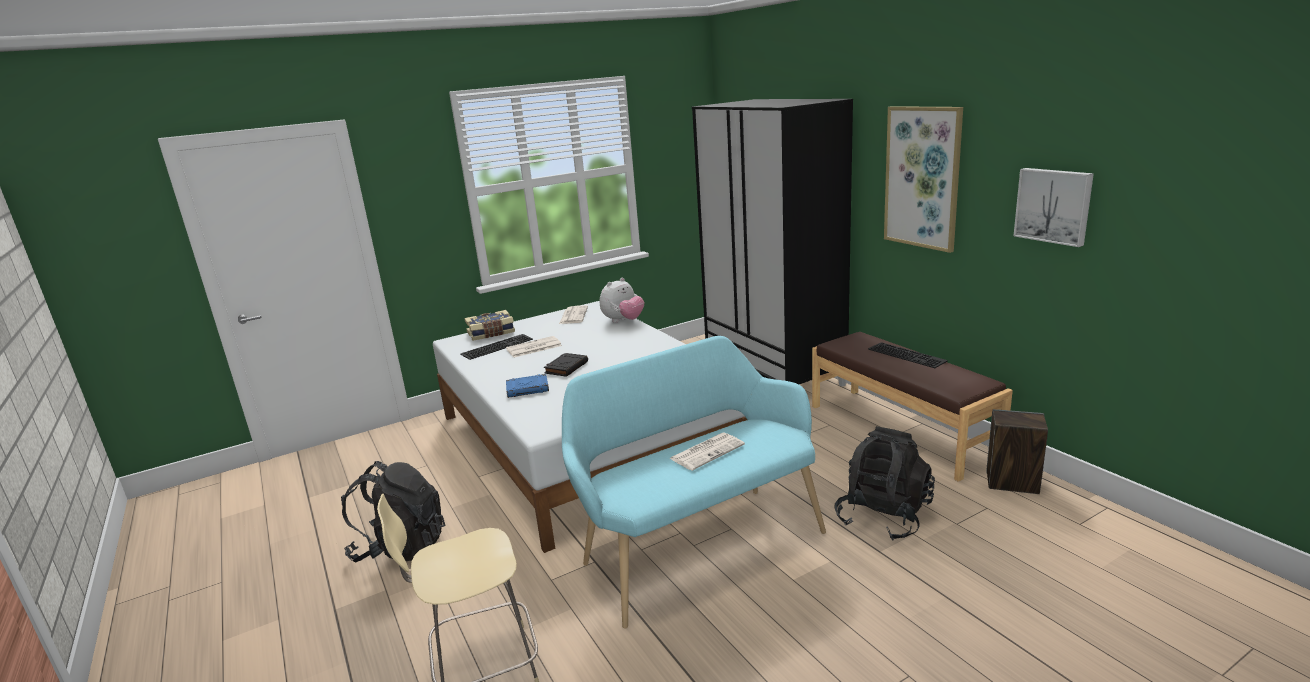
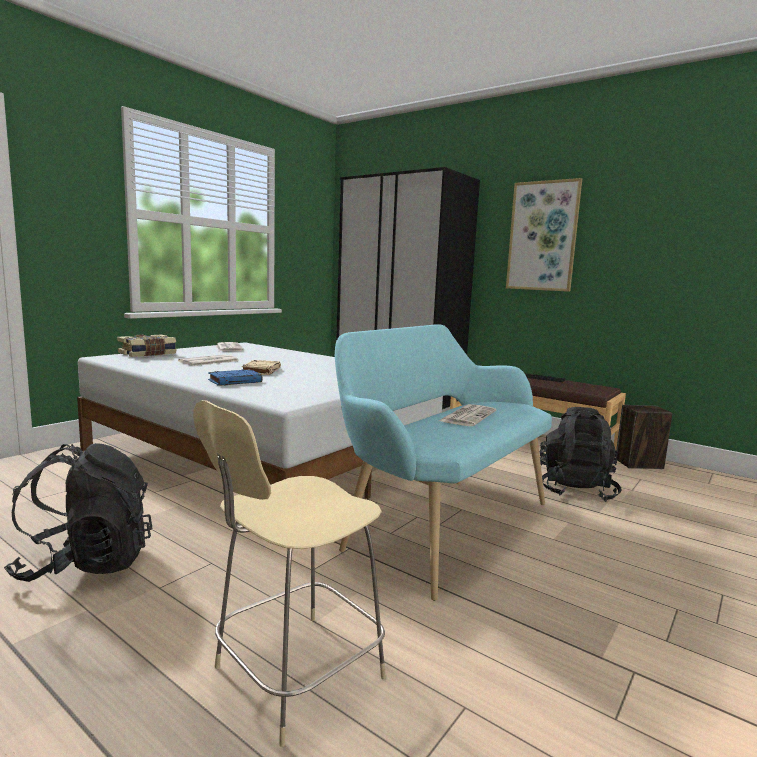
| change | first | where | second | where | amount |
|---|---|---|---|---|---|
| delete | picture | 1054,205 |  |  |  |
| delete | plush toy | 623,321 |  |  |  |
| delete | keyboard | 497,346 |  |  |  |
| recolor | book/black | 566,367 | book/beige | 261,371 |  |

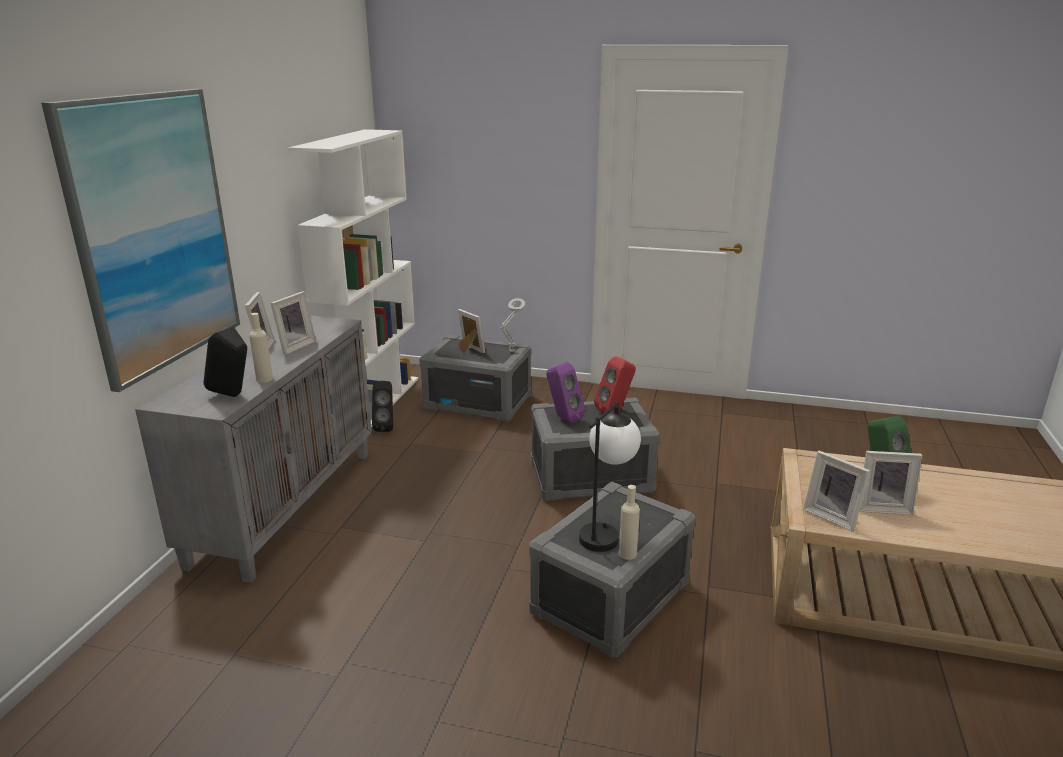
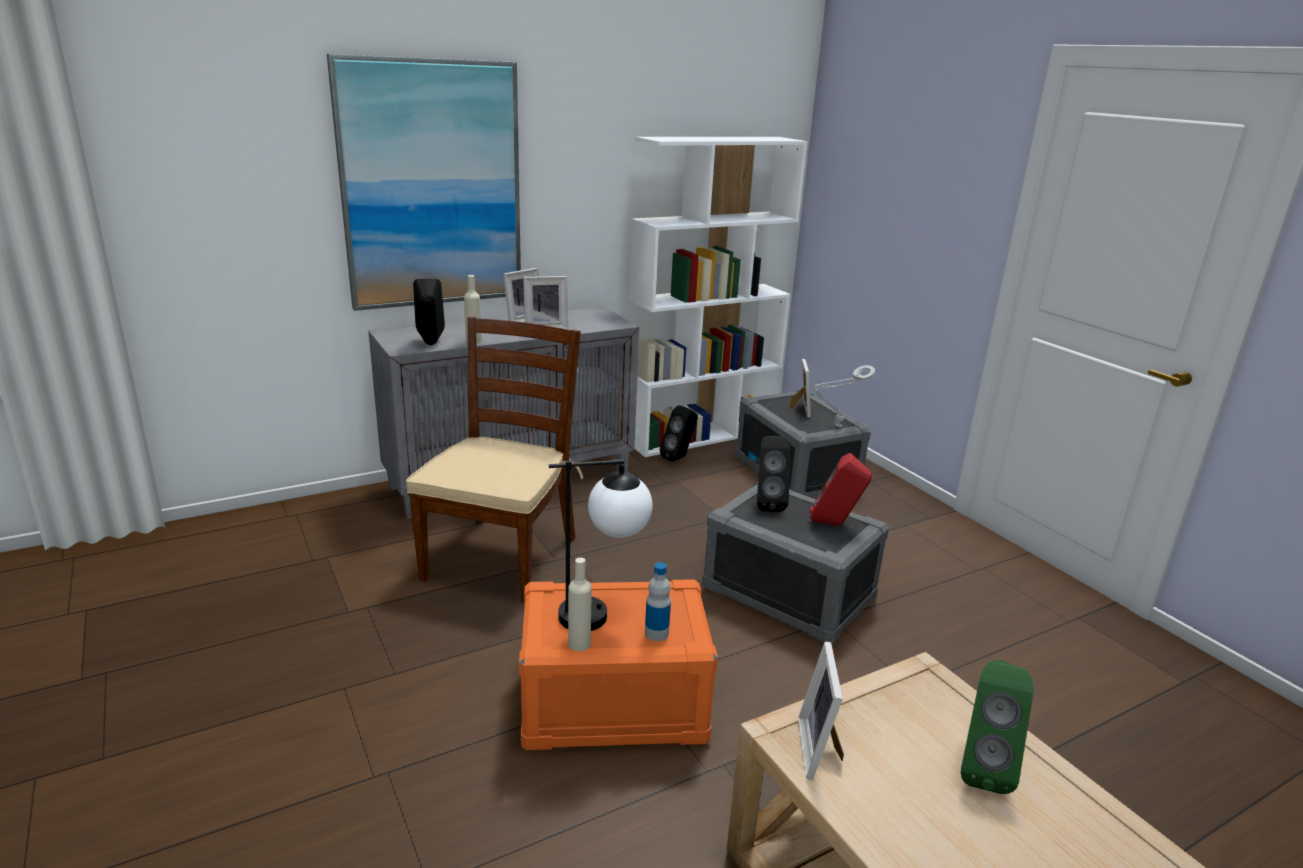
| change | first | where | second | where | amount |
|---|---|---|---|---|---|
| recolor | speaker/purple | 563,418 | speaker/black | 768,504 |  |
| delete | picture frame | 882,507 |  |  |  |
| recolor | storage box/grey | 611,598 | storage box/orange | 612,704 |  |
| insert |  |  | chair/brown | 501,557 |  |
| insert |  |  | bottle | 656,633 |  |

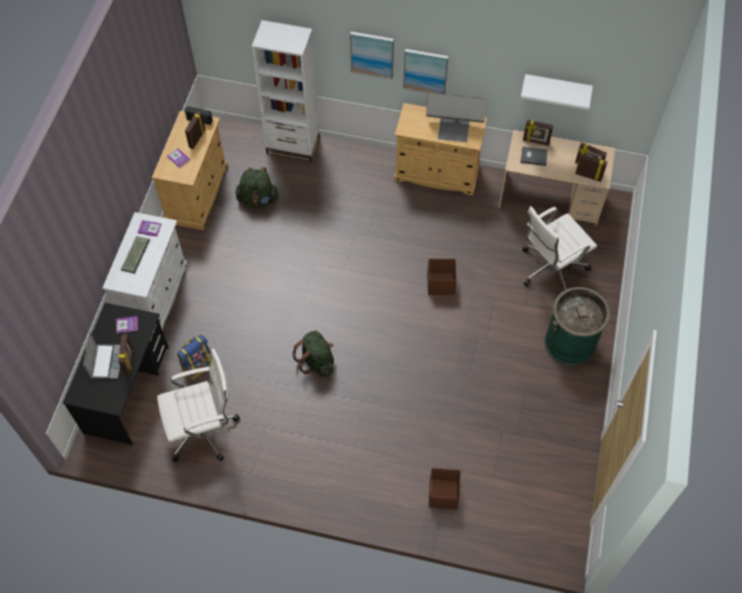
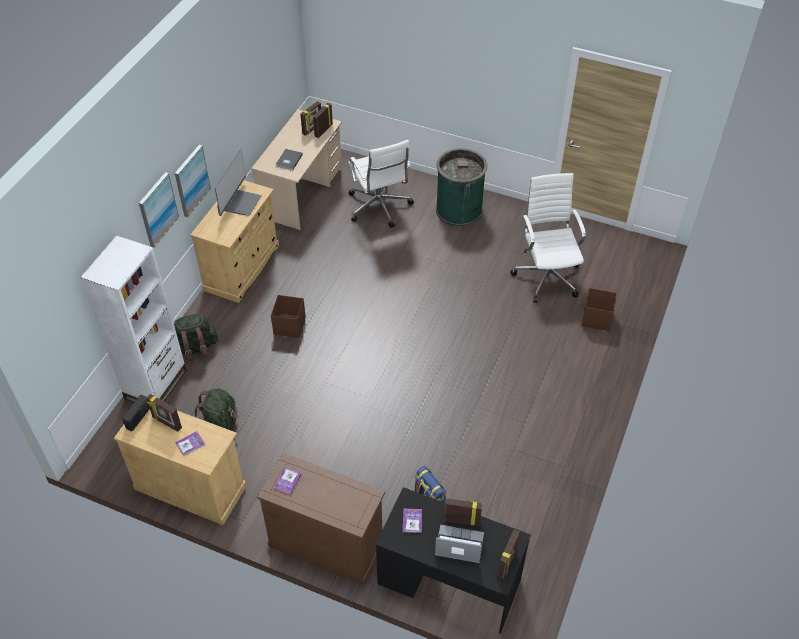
| change | first | where | second | where | amount |
|---|---|---|---|---|---|
| delete | shelf/white | 557,87 |  |  |  |
| move | picture frame | 536,141 |  | 507,563 |  |
| recolor | cabinet/white | 155,296 | cabinet/brown | 326,544 |  |
| delete | keyboard | 135,254 |  |  |  |
| move | storage box/brown | 441,284 |  | 290,325 |  |
| move | backpack/green | 316,361 |  | 195,348 |  |
| move | office chair/white | 203,430 |  | 547,275 |  |

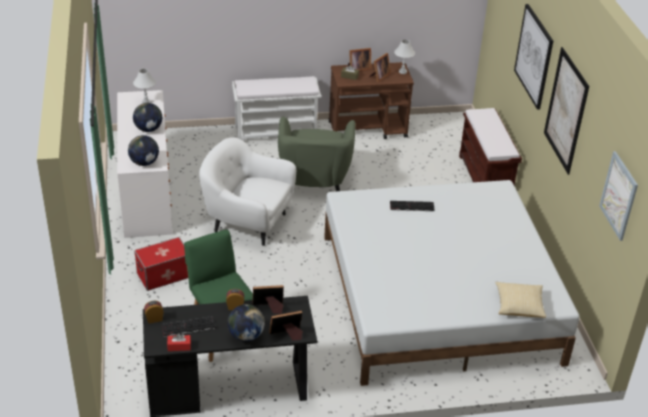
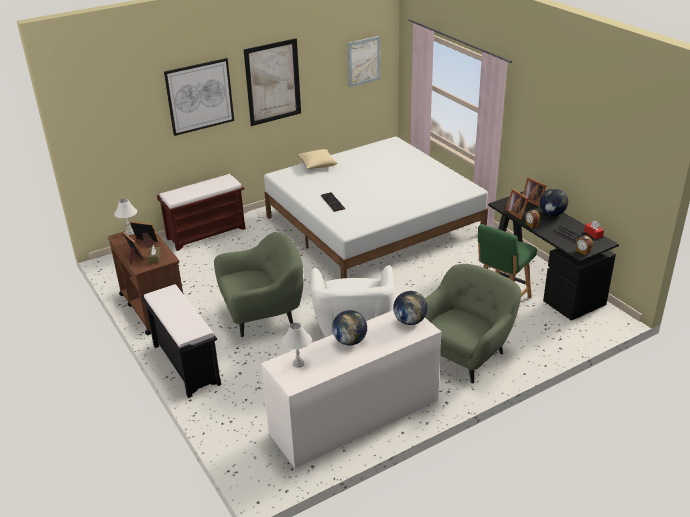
| change | first | where | second | where | amount |
|---|---|---|---|---|---|
| recolor | bench/white | 276,131 | bench/black | 185,364 |  |
| replace | storage box | 164,275 | armchair/green | 465,354 |  |
| move | pillow | 519,306 |  | 317,165 |  |

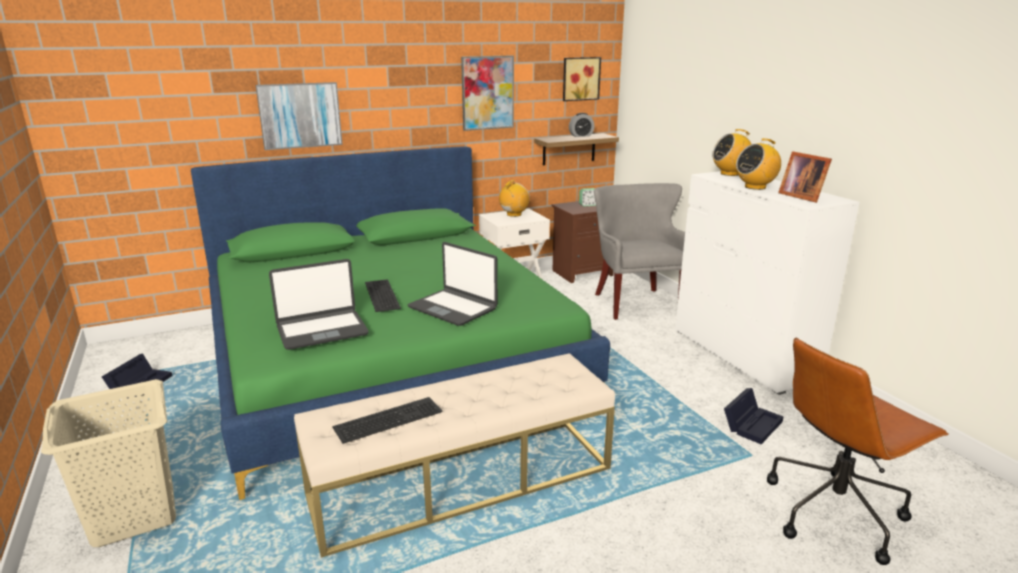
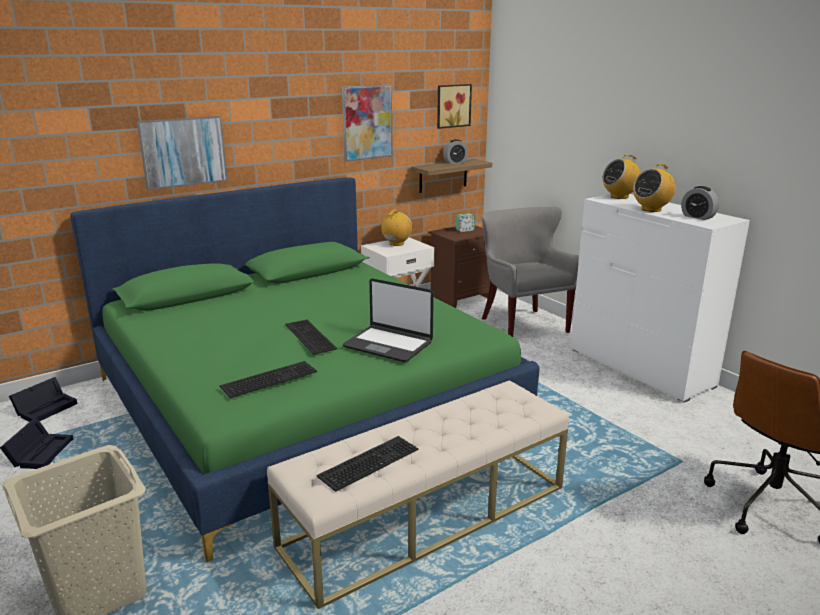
| change | first | where | second | where | amount |
|---|---|---|---|---|---|
| replace | picture frame | 801,196 | alarm clock | 697,217 |  |
| replace | laptop | 322,330 | keyboard | 269,378 |  |
| move | storage box/black | 752,424 |  | 46,407 |  |

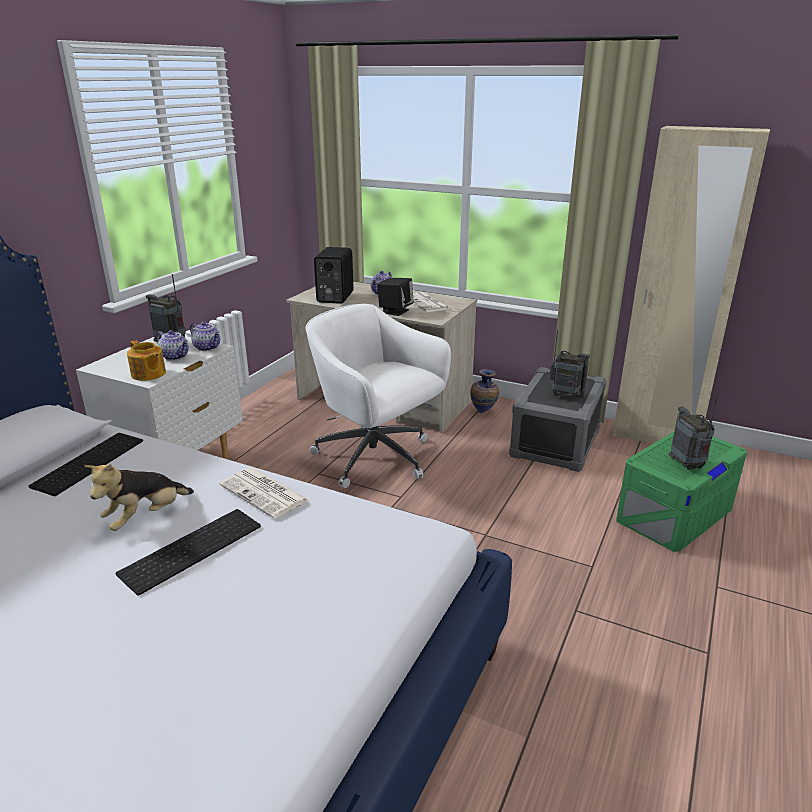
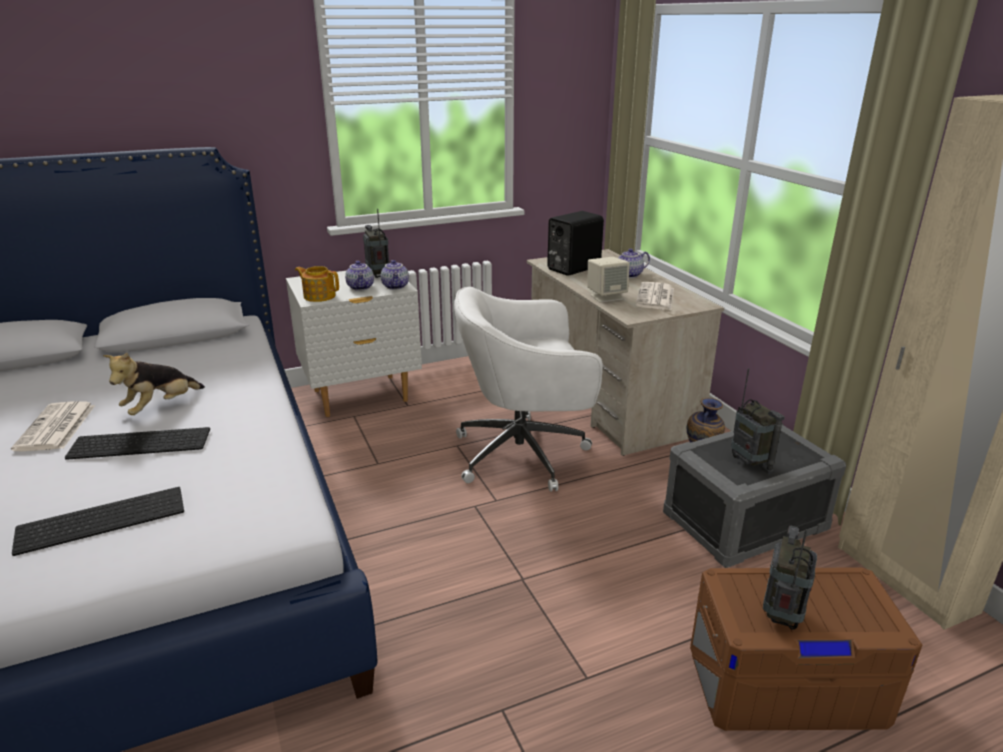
| change | first | where | second | where | amount |
|---|---|---|---|---|---|
| recolor | speaker/black | 395,311 | speaker/beige | 606,297 |  |
| rotate | office chair/white | 376,458 |  | 524,453 | 90 degrees counterclockwise |
| rotate | teapot | 148,374 |  | 319,296 | 120 degrees clockwise |
| recolor | storage box/green | 674,513 | storage box/brown | 786,683 |  |
| move | keyboard | 88,462 |  | 103,518 |  |
| rotate | plush toy | 146,517 |  | 161,407 | 45 degrees counterclockwise |
| move | newspaper | 265,493 |  | 56,428 |  |

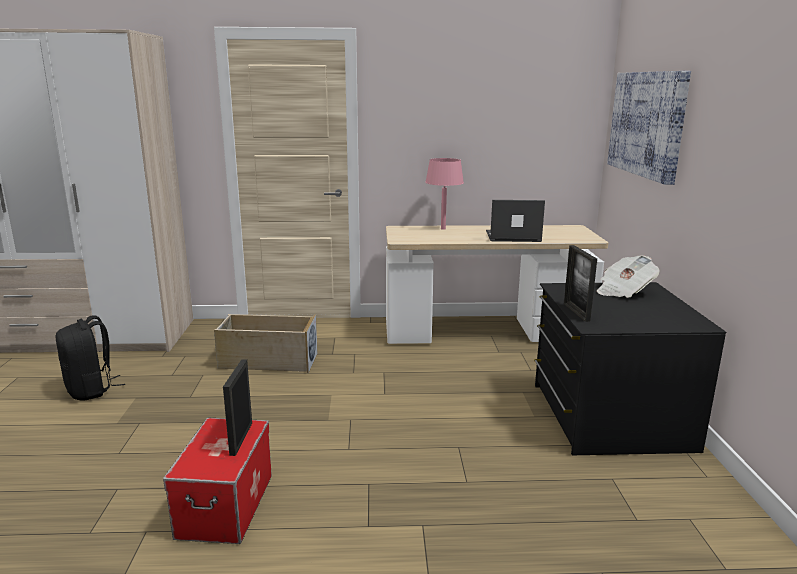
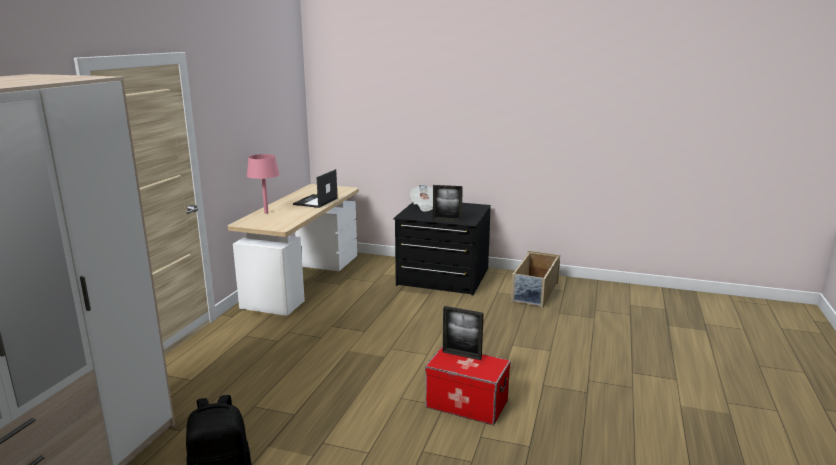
| change | first | where | second | where | amount |
|---|---|---|---|---|---|
| delete | picture | 648,124 |  |  |  |
| move | storage box/beige | 268,361 |  | 534,293 |  |

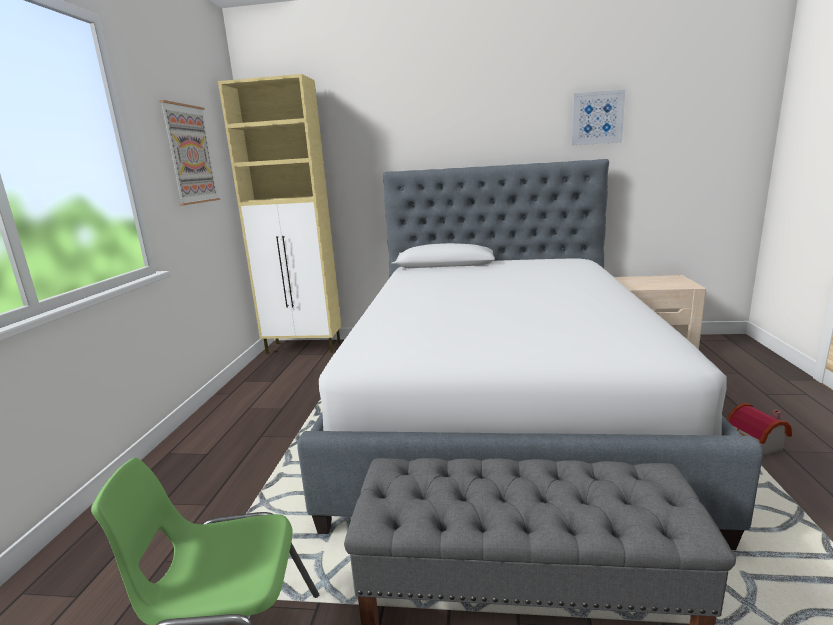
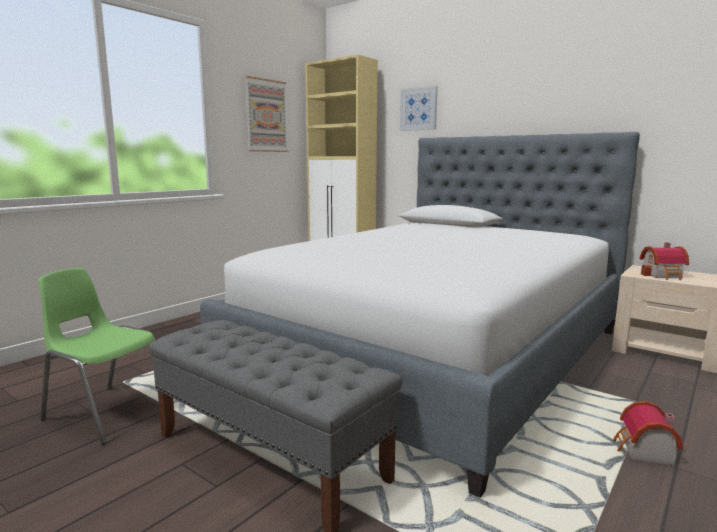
| change | first | where | second | where | amount |
|---|---|---|---|---|---|
| move | picture | 597,118 |  | 418,109 |  |
| insert |  |  | toy house | 663,275 |  |

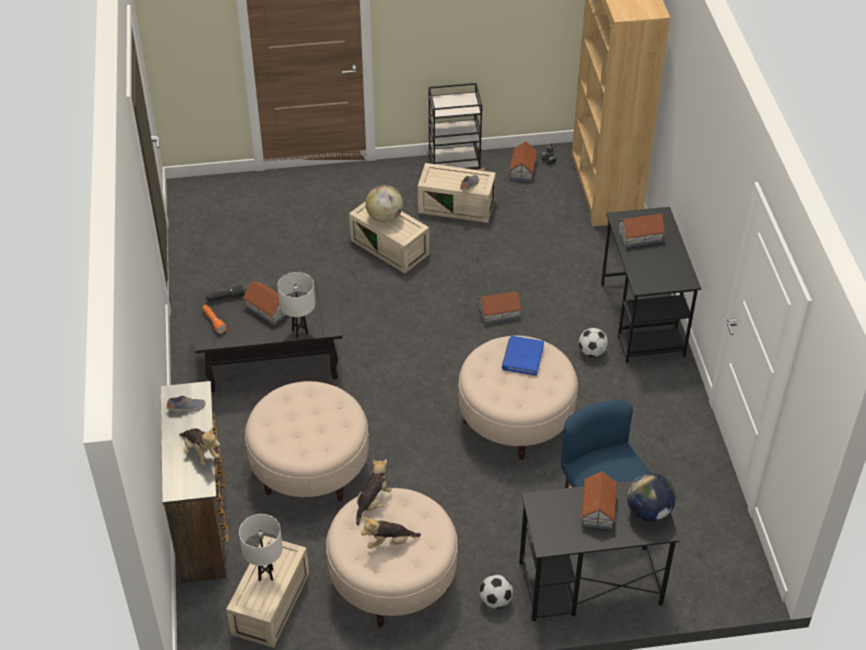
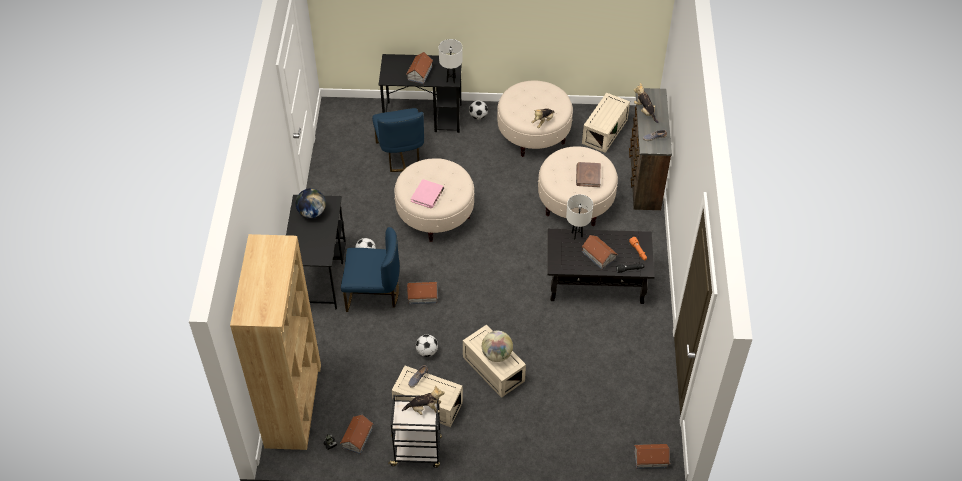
| change | first | where | second | where | amount |
|---|---|---|---|---|---|
| move | toy house | 640,236 |  | 650,459 |  |
| recolor | book/blue | 522,357 | book/pink | 427,195 |  |
| move | globe | 648,511 |  | 312,213 |  |
| move | table lamp/white | 266,575 |  | 451,80 |  |
| move | plush toy | 389,542 |  | 424,409 |  |
| insert |  |  | book/brown | 588,176 |  |
| insert |  |  | chair/blue | 373,293 |  |
| insert |  |  | football | 427,352 |  |

